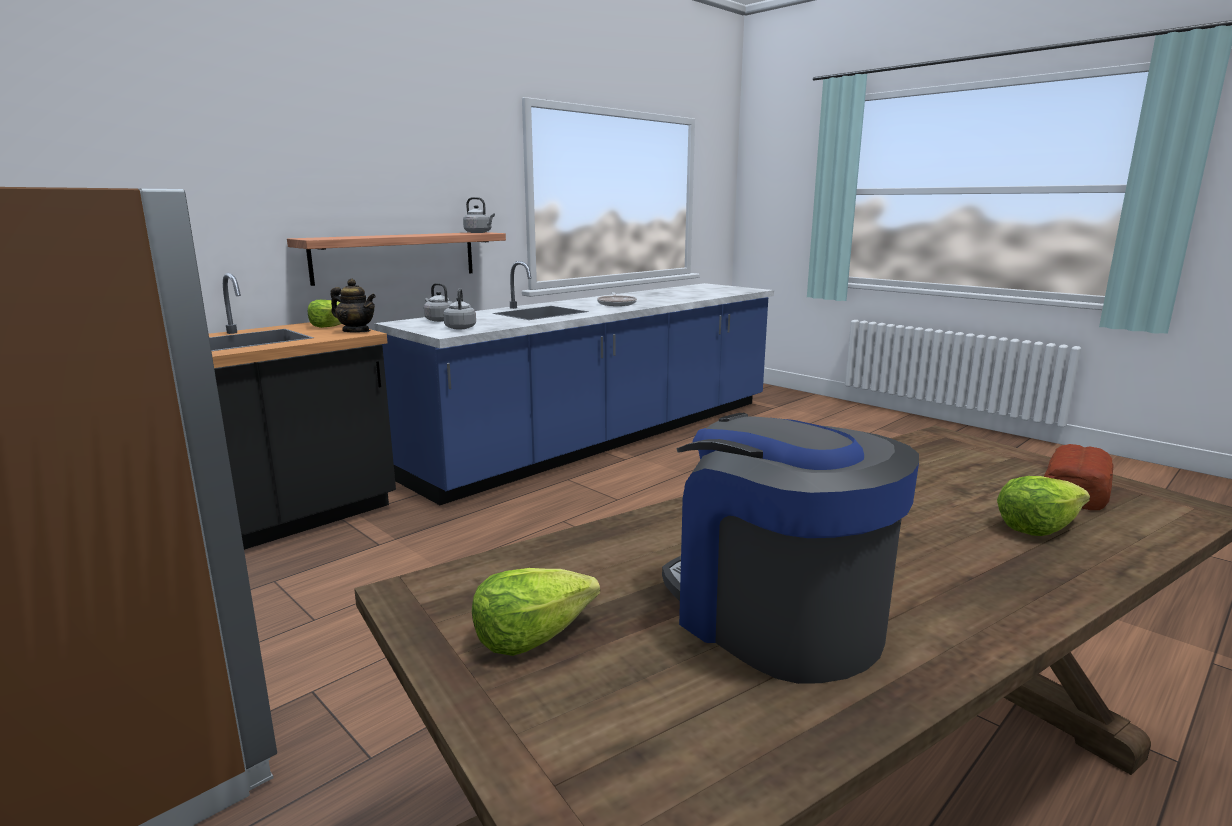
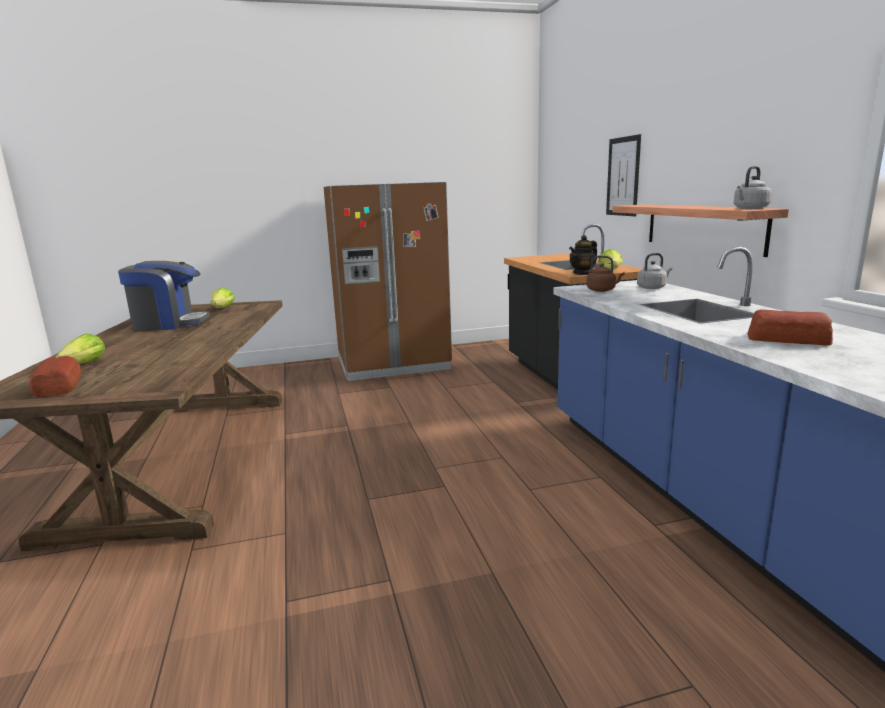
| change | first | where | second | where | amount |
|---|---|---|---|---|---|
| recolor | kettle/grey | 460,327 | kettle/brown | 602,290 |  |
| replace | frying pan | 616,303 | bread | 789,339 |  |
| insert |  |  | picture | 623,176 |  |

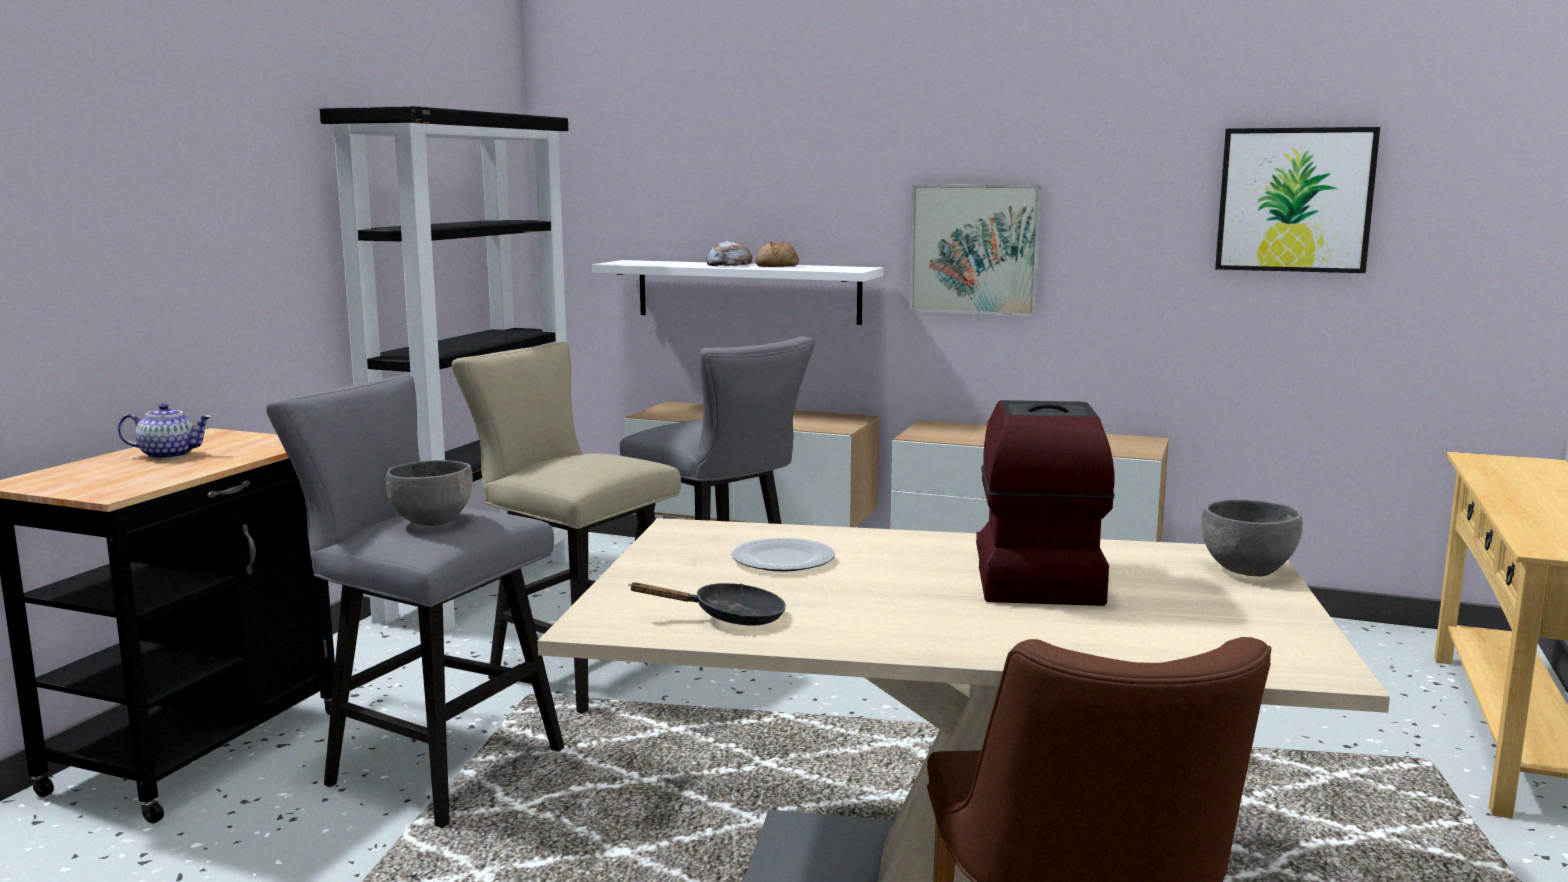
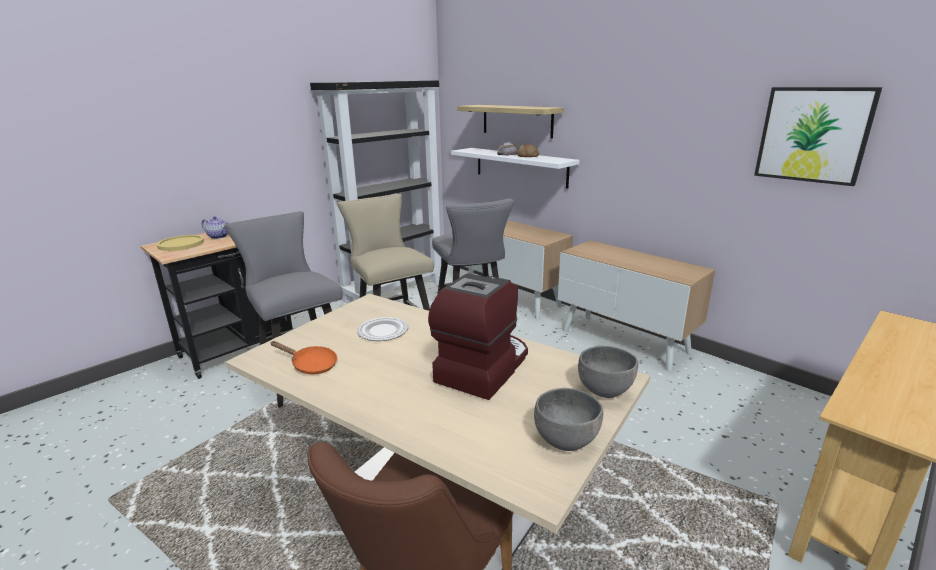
| change | first | where | second | where | amount |
|---|---|---|---|---|---|
| delete | picture | 974,249 |  |  |  |
| move | bowl/grey | 432,521 |  | 566,441 |  |
| recolor | frying pan/black | 729,617 | frying pan/orange | 311,365 |  |
| insert |  |  | shelf | 517,120 |  |
| insert |  |  | plate/yellow | 181,244 |  |

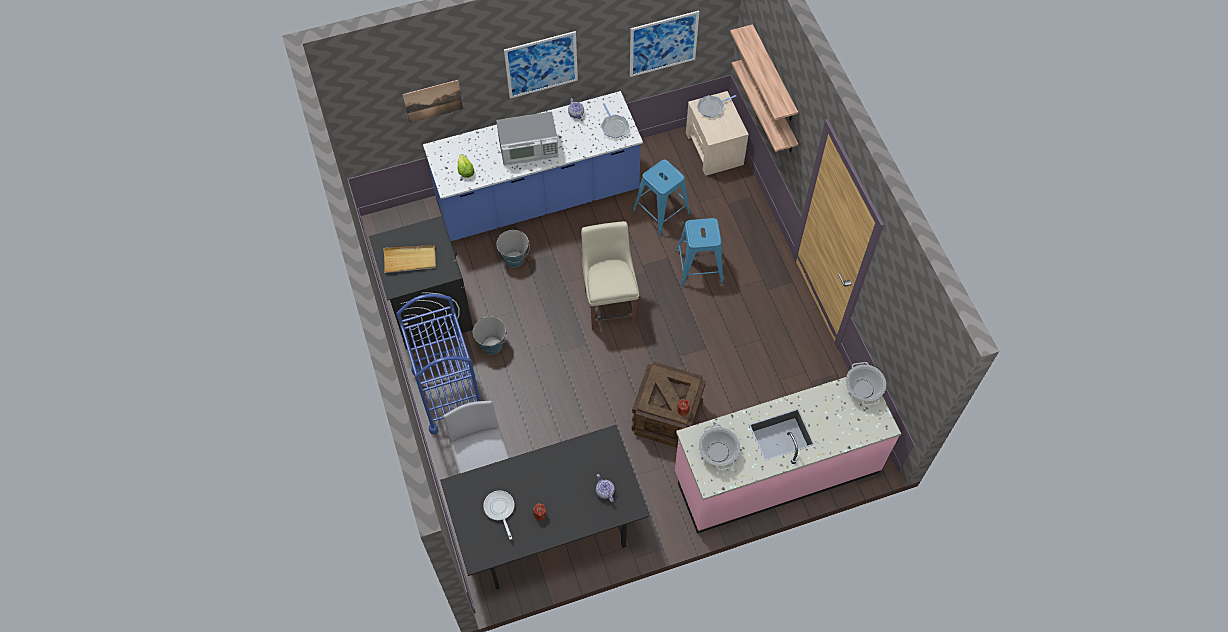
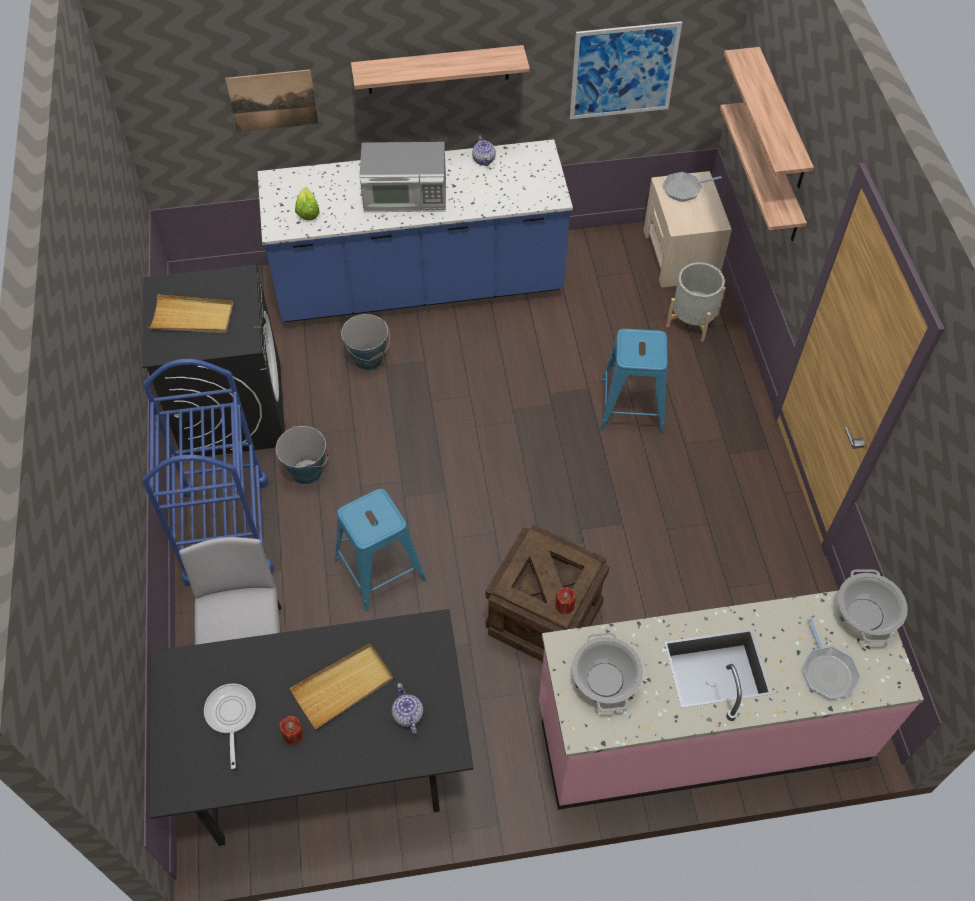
| change | first | where | second | where | amount |
|---|---|---|---|---|---|
| replace | picture | 541,64 | shelf | 438,69 |  |
| move | frying pan | 614,127 |  | 827,671 |  |
| move | stool/blue | 661,211 |  | 380,569 |  |
| delete | chair/beige | 609,303 |  |  |  |
| insert |  |  | planter/grey | 692,320 |  |
| insert |  |  | tray/beige | 343,686 |  |

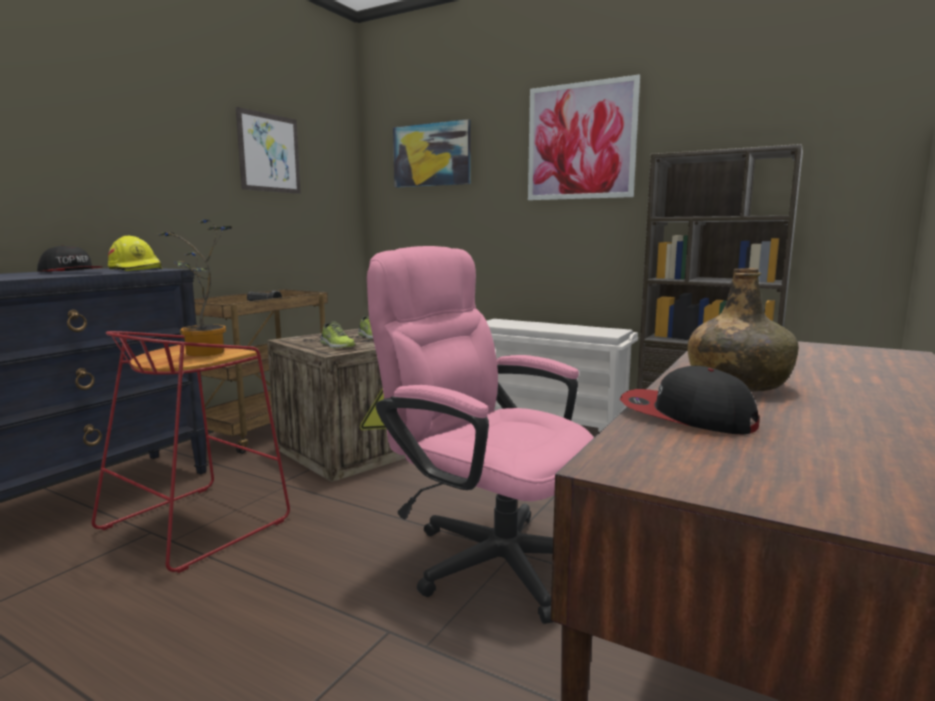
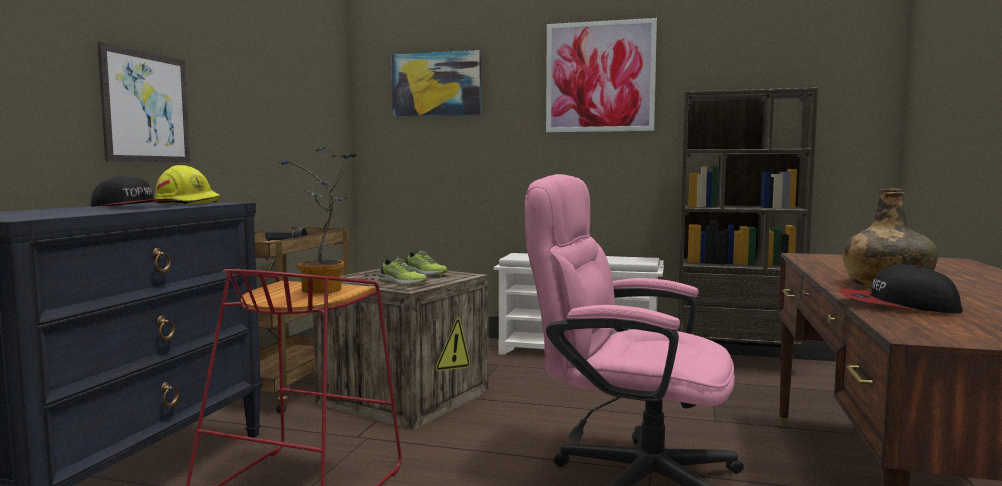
| change | first | where | second | where | amount |
|---|---|---|---|---|---|
| move | picture | 269,153 |  | 146,107 |  |

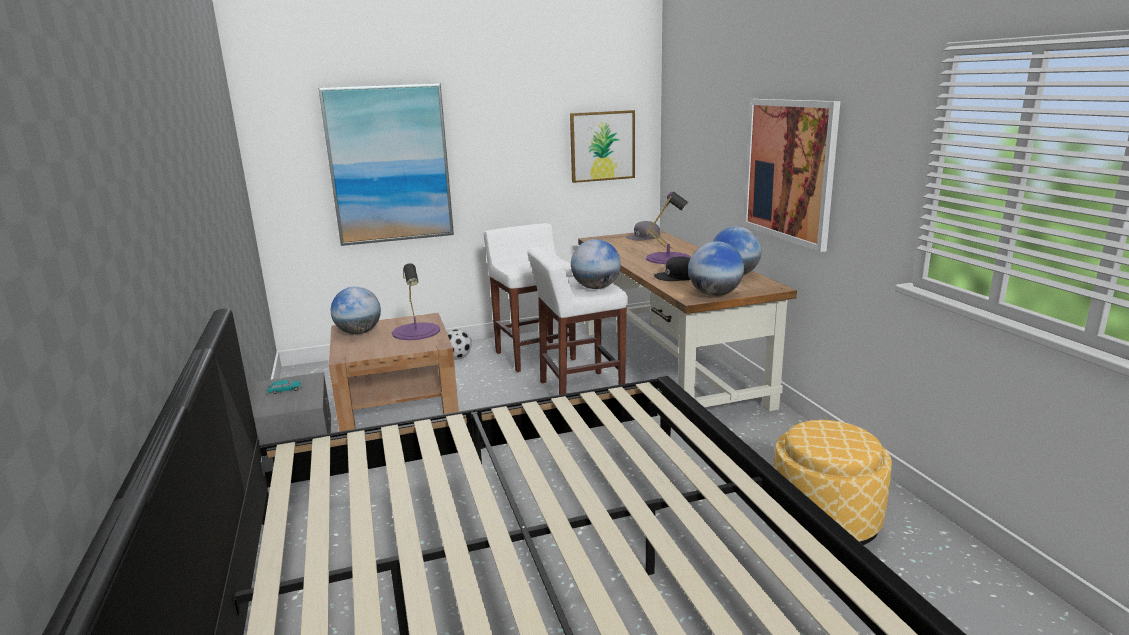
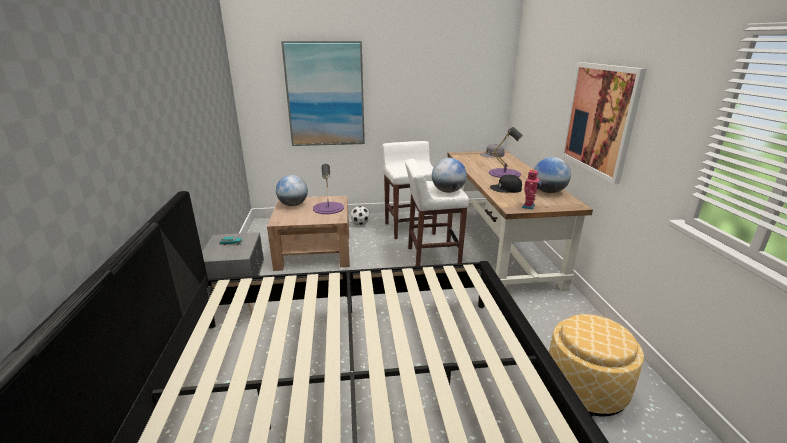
| change | first | where | second | where | amount |
|---|---|---|---|---|---|
| delete | picture | 602,146 |  |  |  |
| replace | globe | 714,294 | toy robot | 529,206 |  |

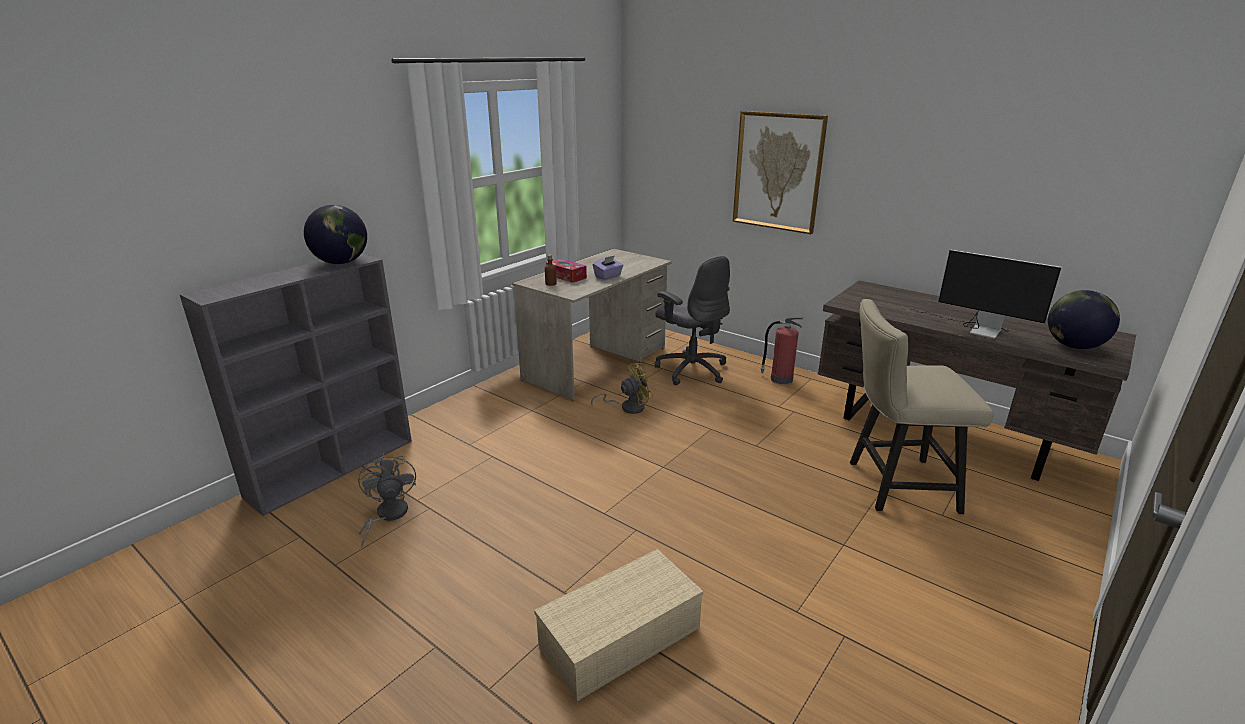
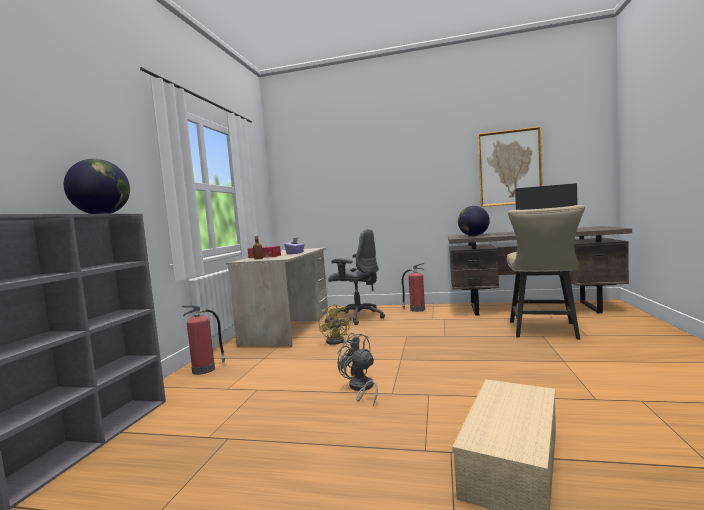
| change | first | where | second | where | amount |
|---|---|---|---|---|---|
| move | picture | 778,171 |  | 509,168 |  |
| move | globe | 1073,346 |  | 474,236 |  |
| rotate | chair/beige | 893,485 |  | 544,331 | 45 degrees counterclockwise |
| rotate | fan/yellow | 628,407 |  | 337,340 | 120 degrees clockwise |
| move | fan/grey | 387,516 |  | 361,388 |  |
| insert |  |  | fire extinguisher | 205,369 |  |

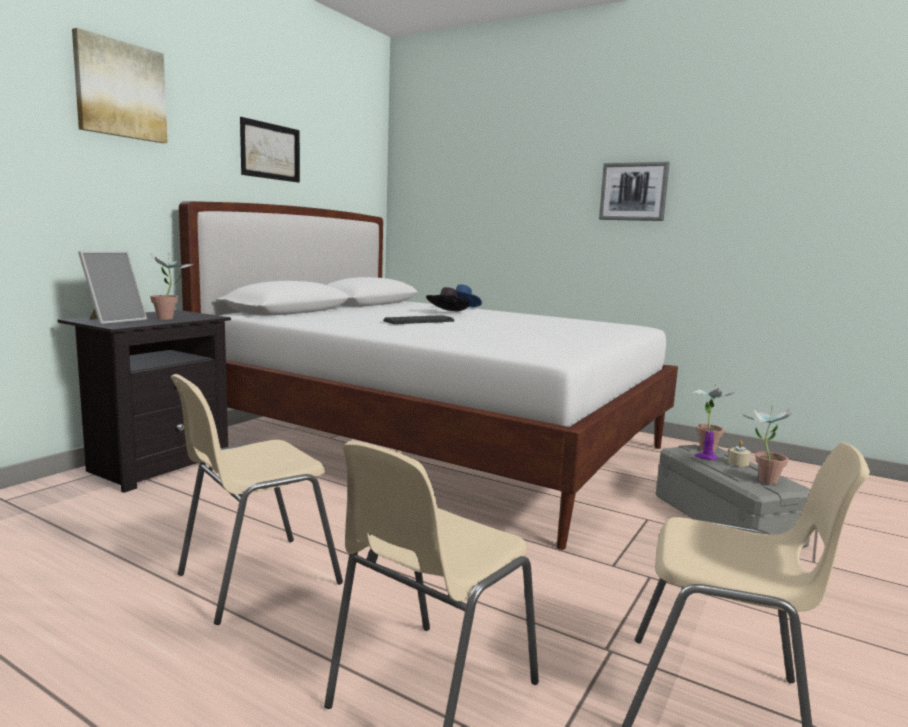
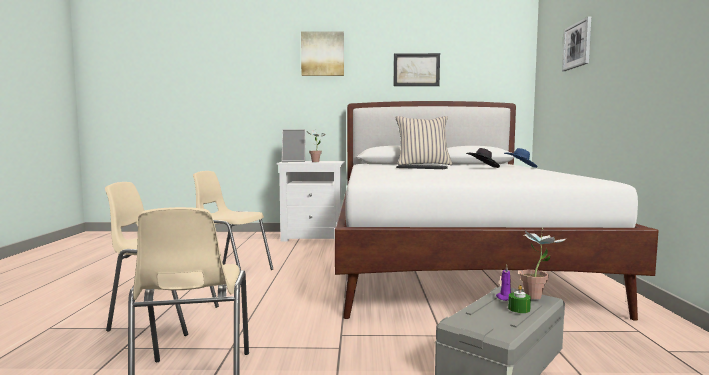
| change | first | where | second | where | amount |
|---|---|---|---|---|---|
| move | picture | 633,191 |  | 577,45 |  |
| recolor | nightstand/black | 156,465 | nightstand/white | 313,237 |  |
| delete | potted plant | 762,479 |  |  |  |
| recolor | candle/beige | 738,463 | candle/green | 519,309 |  |
| insert |  |  | pillow/beige | 422,164 |  |

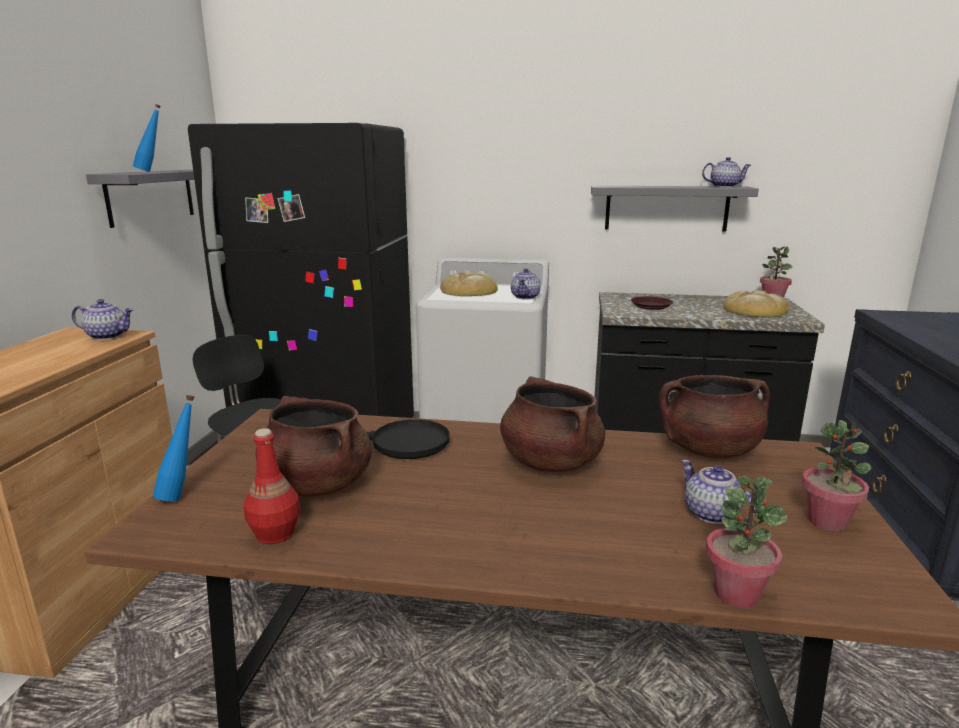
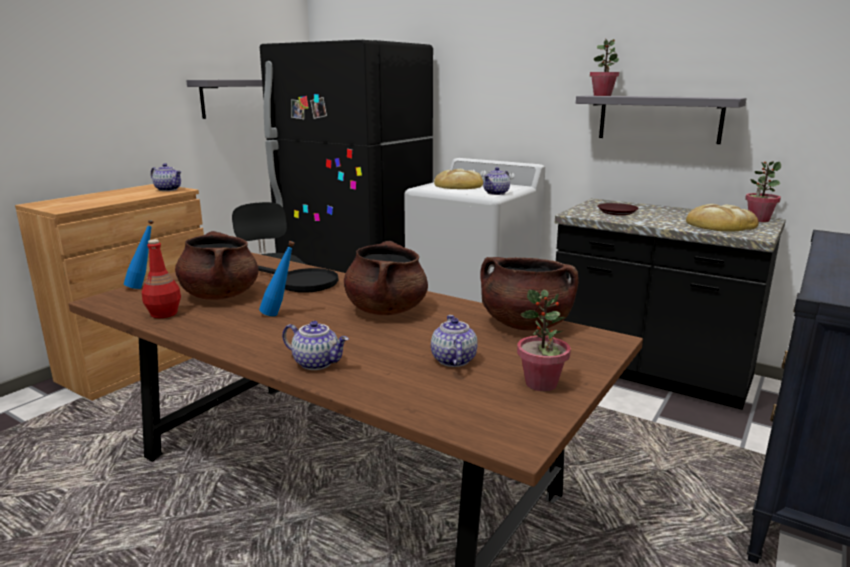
| change | first | where | second | where | amount |
|---|---|---|---|---|---|
| move | bottle/blue | 152,172 |  | 279,314 |  |
| move | teapot | 724,186 |  | 317,363 |  |
| move | potted plant | 736,593 |  | 602,95 |  |

